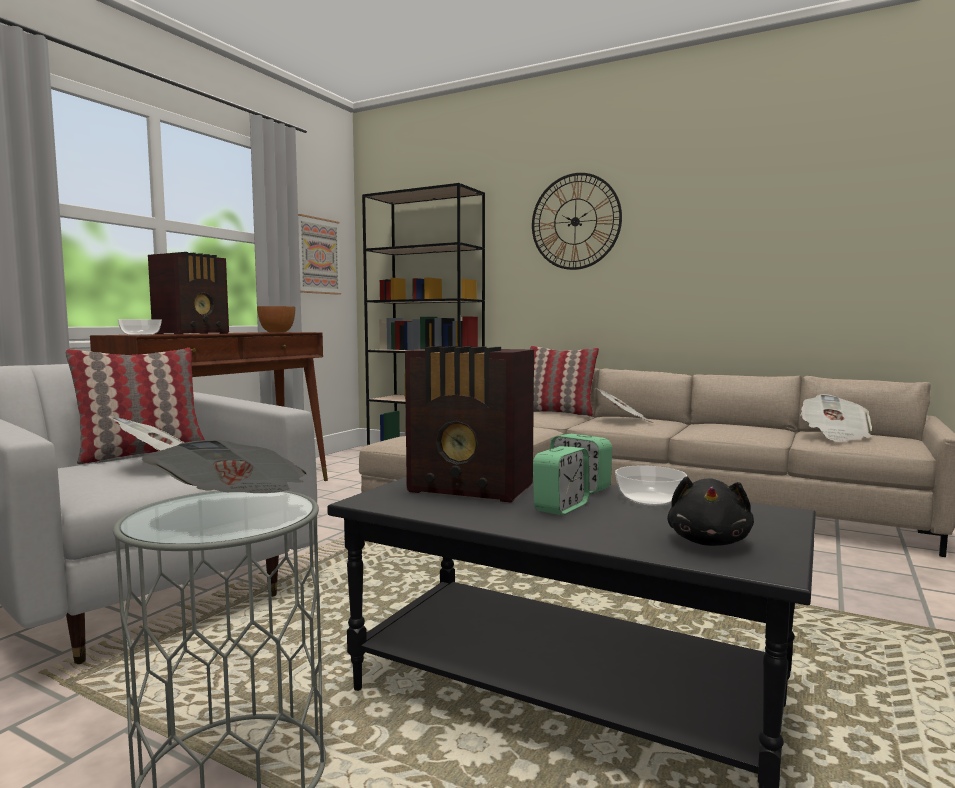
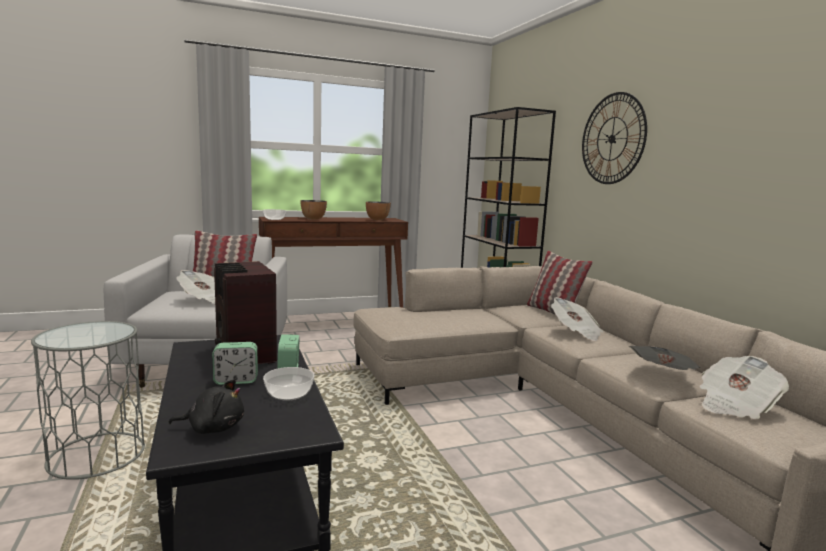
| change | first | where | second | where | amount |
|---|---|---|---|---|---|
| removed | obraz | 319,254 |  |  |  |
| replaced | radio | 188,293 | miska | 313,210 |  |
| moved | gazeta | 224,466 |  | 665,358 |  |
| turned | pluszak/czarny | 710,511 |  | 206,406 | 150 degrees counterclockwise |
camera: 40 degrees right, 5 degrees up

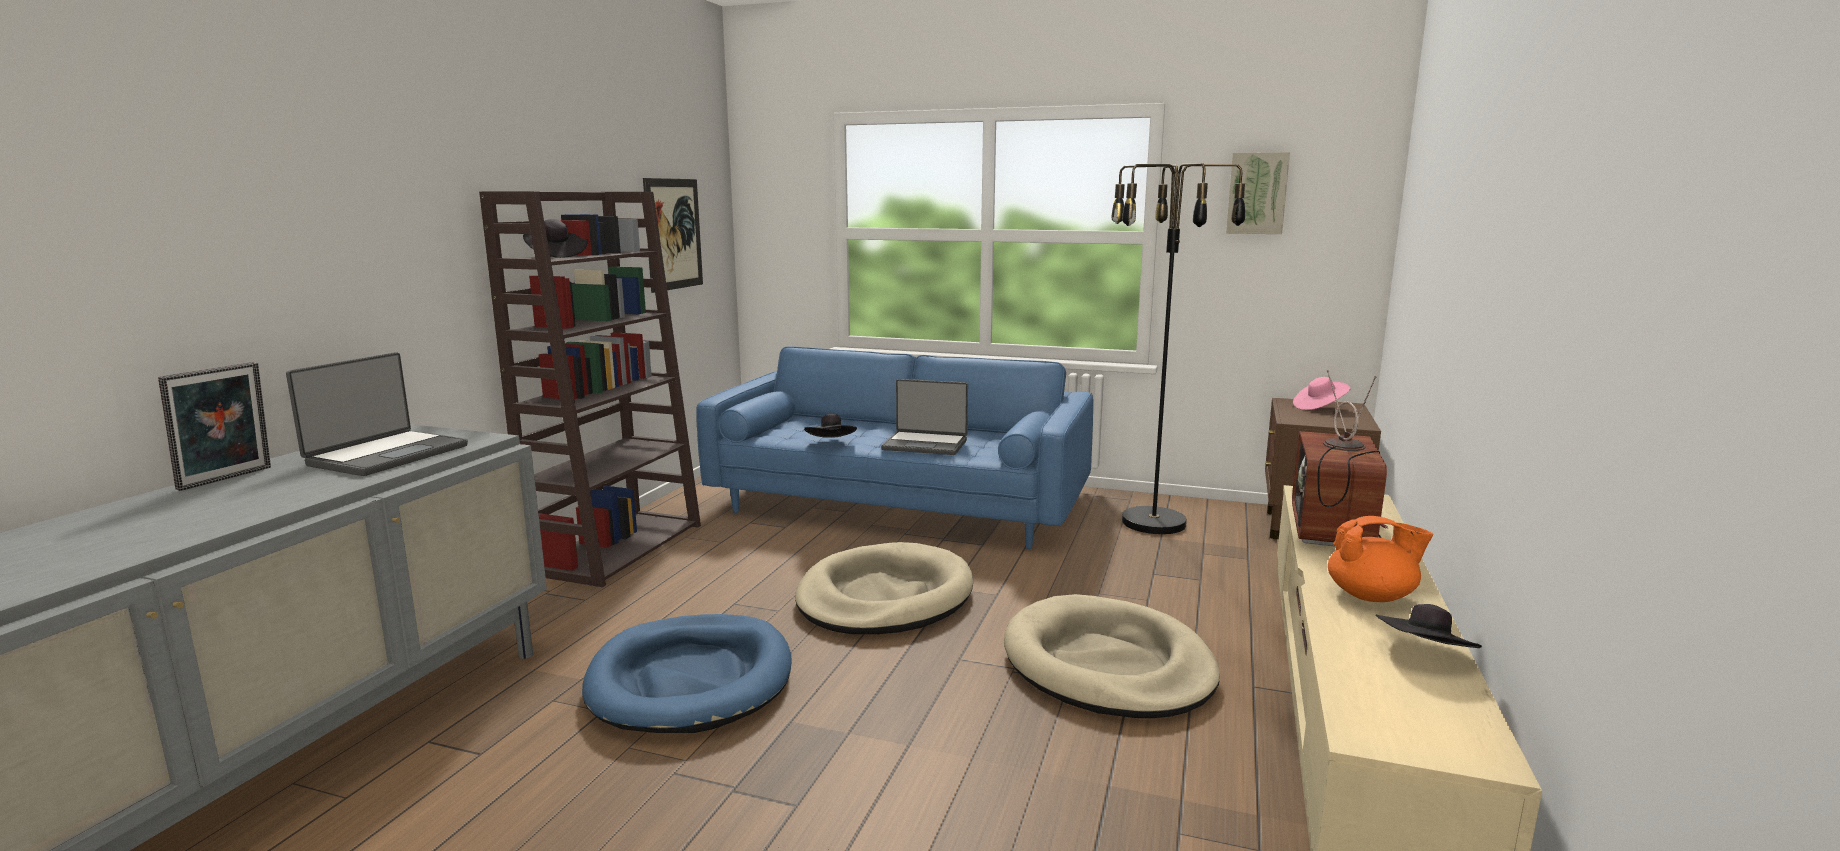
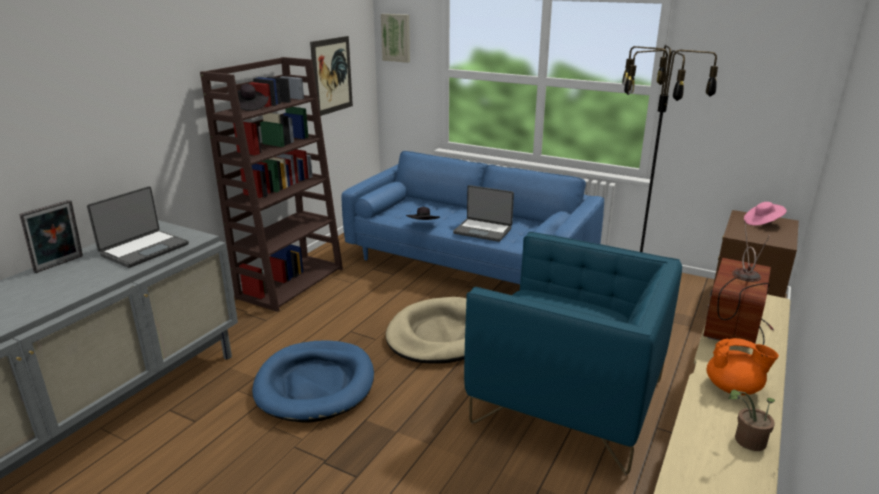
| change | first | where | second | where | amount |
|---|---|---|---|---|---|
| moved | obraz | 1258,193 |  | 395,38 |  |
| replaced | legowisko/beżowy | 1112,656 | fotel/niebieski | 573,353 |  |
| replaced | kapelusz/czarny | 1429,626 | roślina doniczkowa | 751,420 |  |
camera: 10 degrees right, 10 degrees up

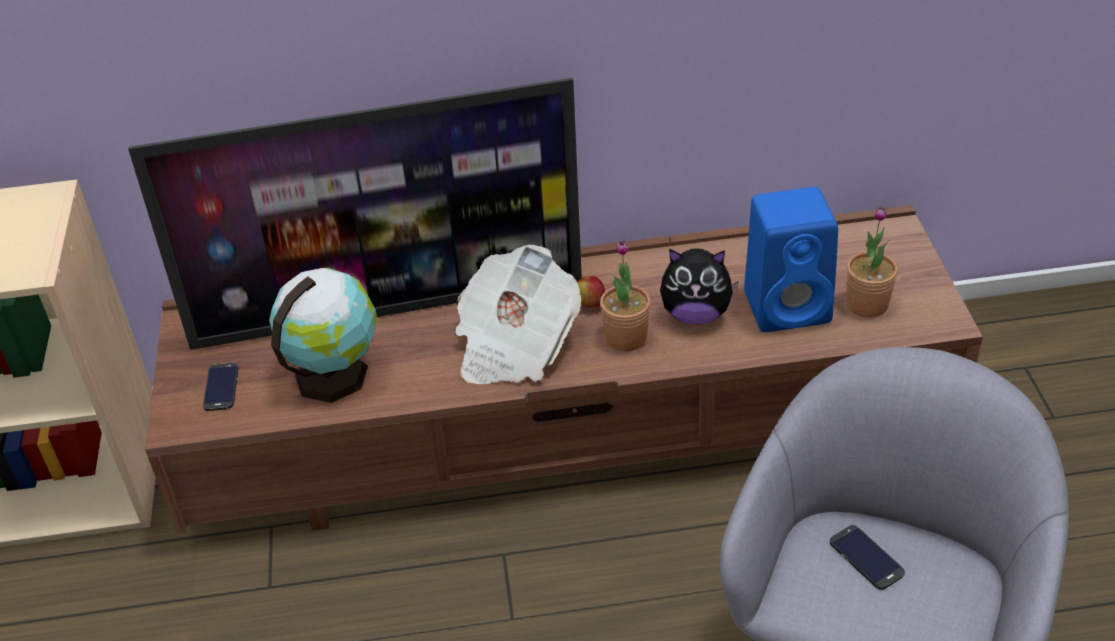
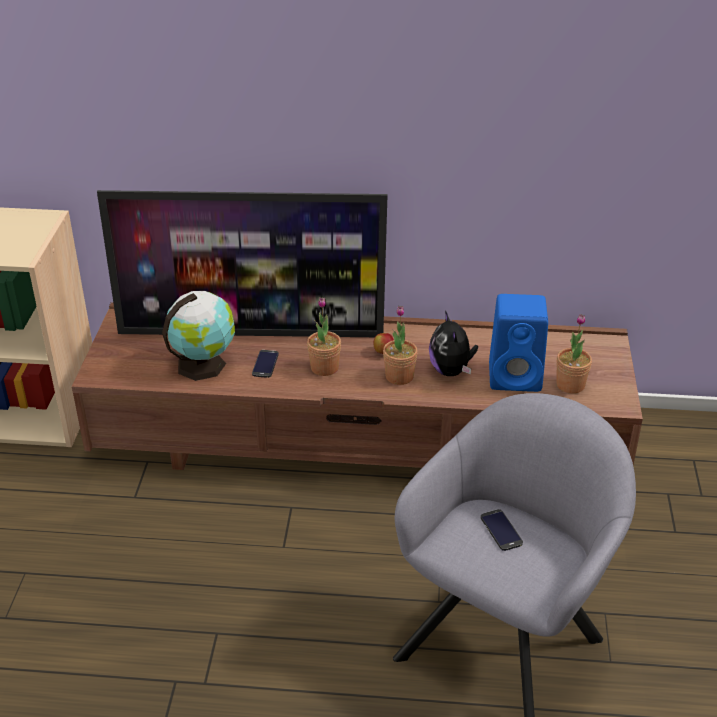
| change | first | where | second | where | amount |
|---|---|---|---|---|---|
| replaced | gazeta | 518,314 | roślina doniczkowa | 324,336 |  |
| turned | pluszak | 699,286 |  | 453,343 | 60 degrees clockwise |
| moved | telefon | 221,387 |  | 265,364 |  |
camera: 10 degrees right, 5 degrees down

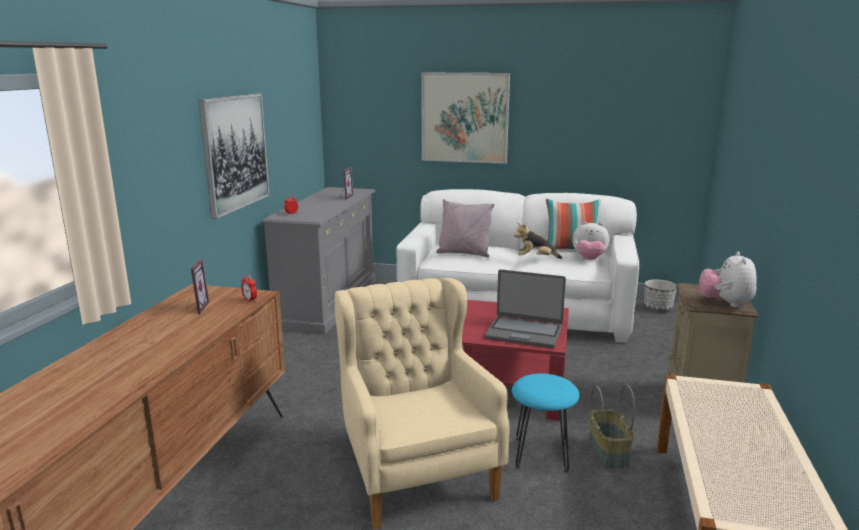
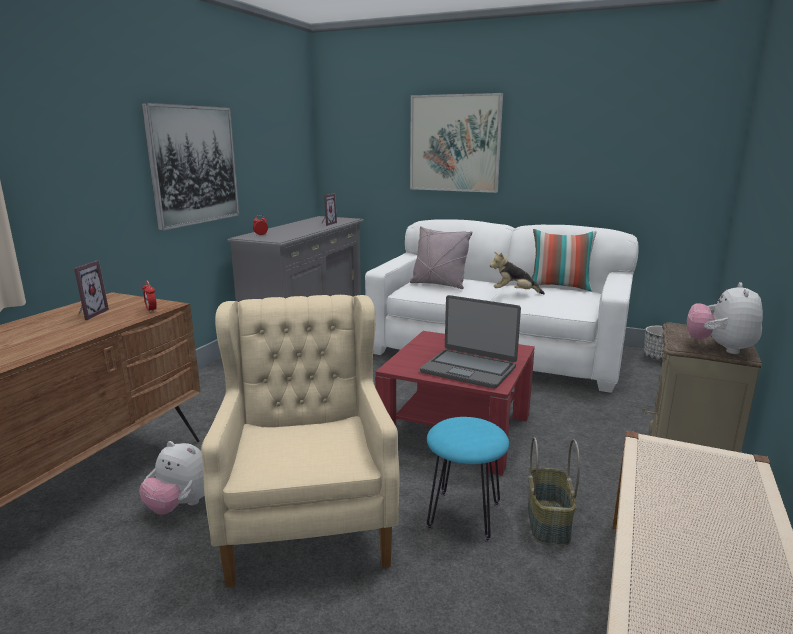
| change | first | where | second | where | amount |
|---|---|---|---|---|---|
| moved | pluszak | 591,240 |  | 172,478 |  |
camera: 10 degrees right, 0 degrees up

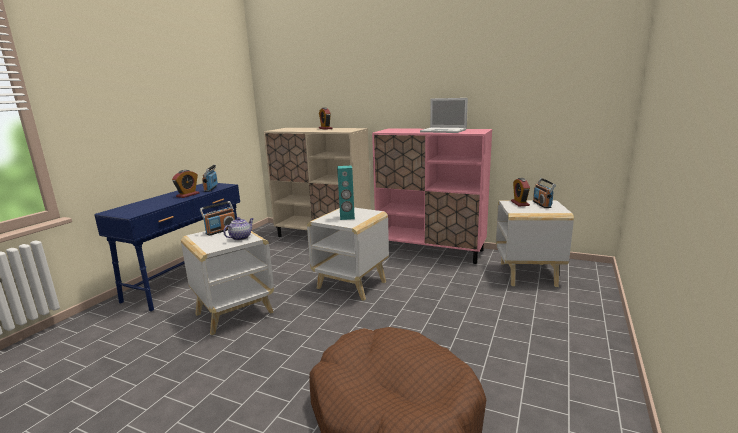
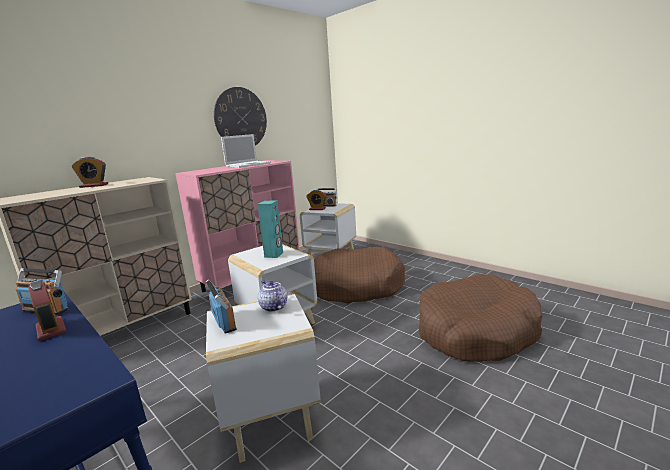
| change | first | where | second | where | amount |
|---|---|---|---|---|---|
| added |  |  | zegar ścienny | 240,116 |  |
| added |  |  | legowisko/brązowy | 359,275 |  |
camera: 70 degrees left, 0 degrees up

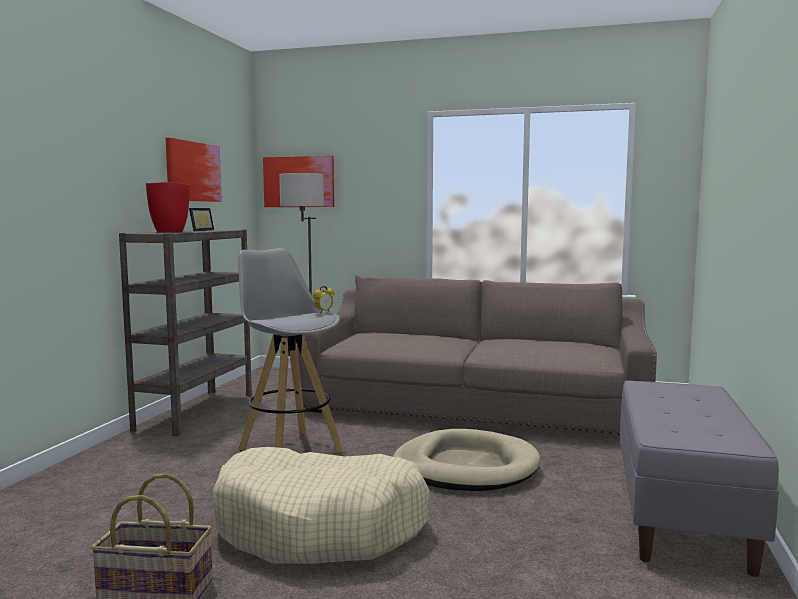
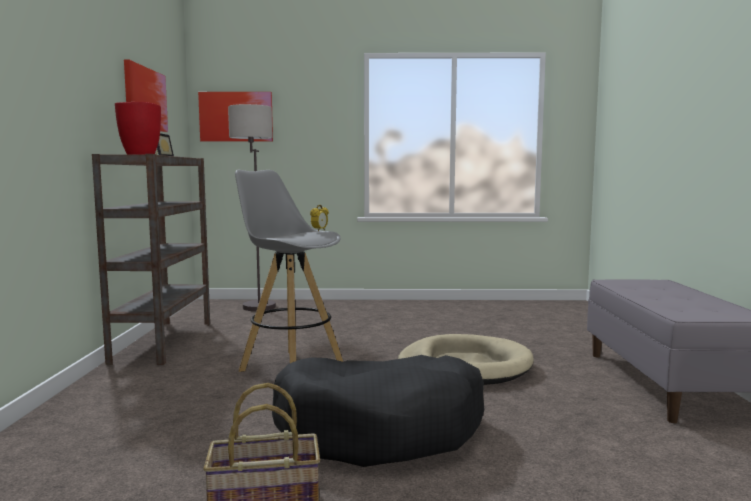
| change | first | where | second | where | amount |
|---|---|---|---|---|---|
| removed | kanapa/brązowy | 477,355 |  |  |  |
| recoloured | legowisko/beżowy | 321,505 | legowisko/czarny | 378,411 |  |
camera: 15 degrees left, 0 degrees up

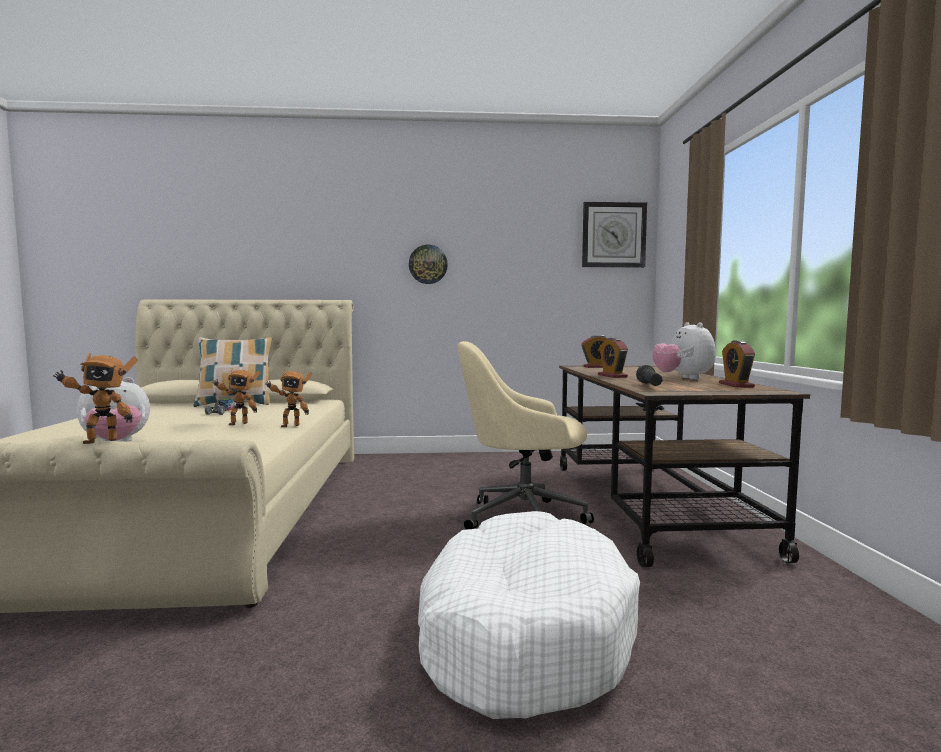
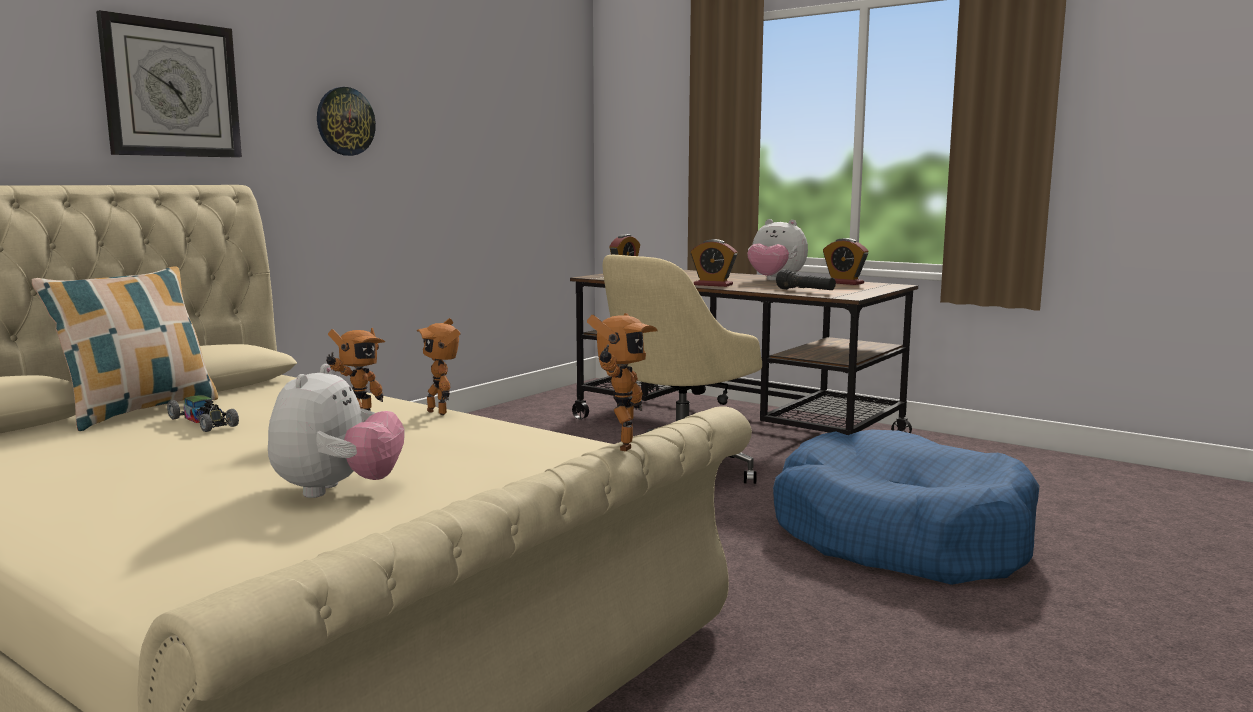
| change | first | where | second | where | amount |
|---|---|---|---|---|---|
| moved | zegar ścienny | 614,235 |  | 169,84 |  |
| turned | robot zabawkowy | 289,398 |  | 438,366 | 120 degrees clockwise |
| recoloured | legowisko/biały | 529,615 | legowisko/niebieski | 906,507 |  |
camera: 50 degrees left, 5 degrees up

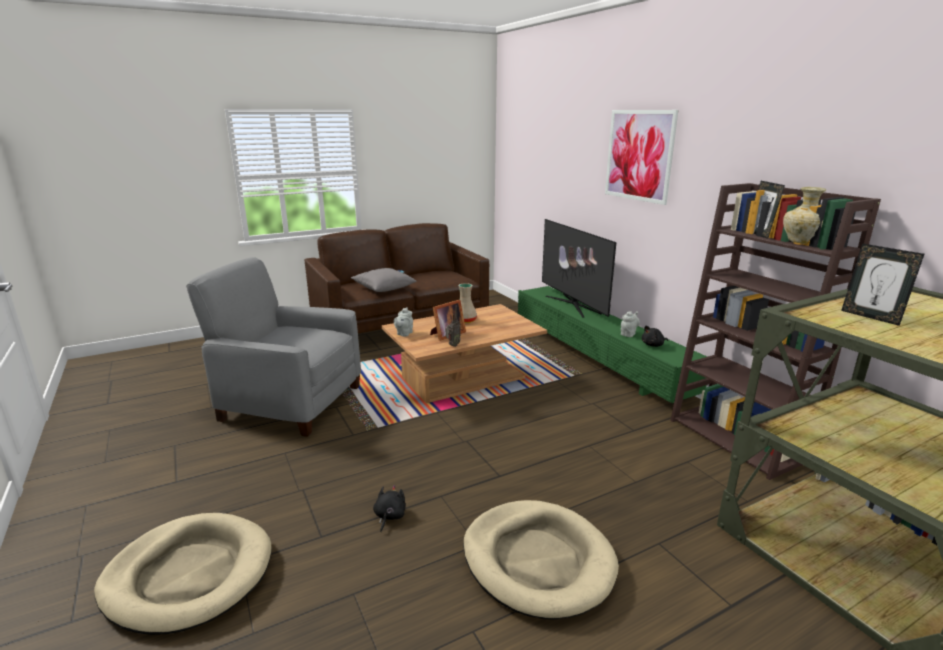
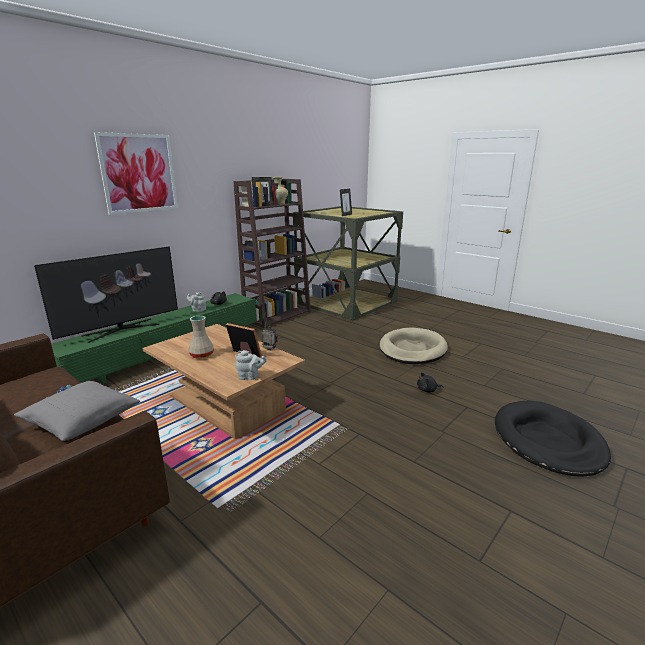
| change | first | where | second | where | amount |
|---|---|---|---|---|---|
| removed | fotel/szary | 274,347 |  |  |  |
| recoloured | legowisko/beżowy | 182,574 | legowisko/czarny | 553,438 |  |
camera: 110 degrees left, 0 degrees up

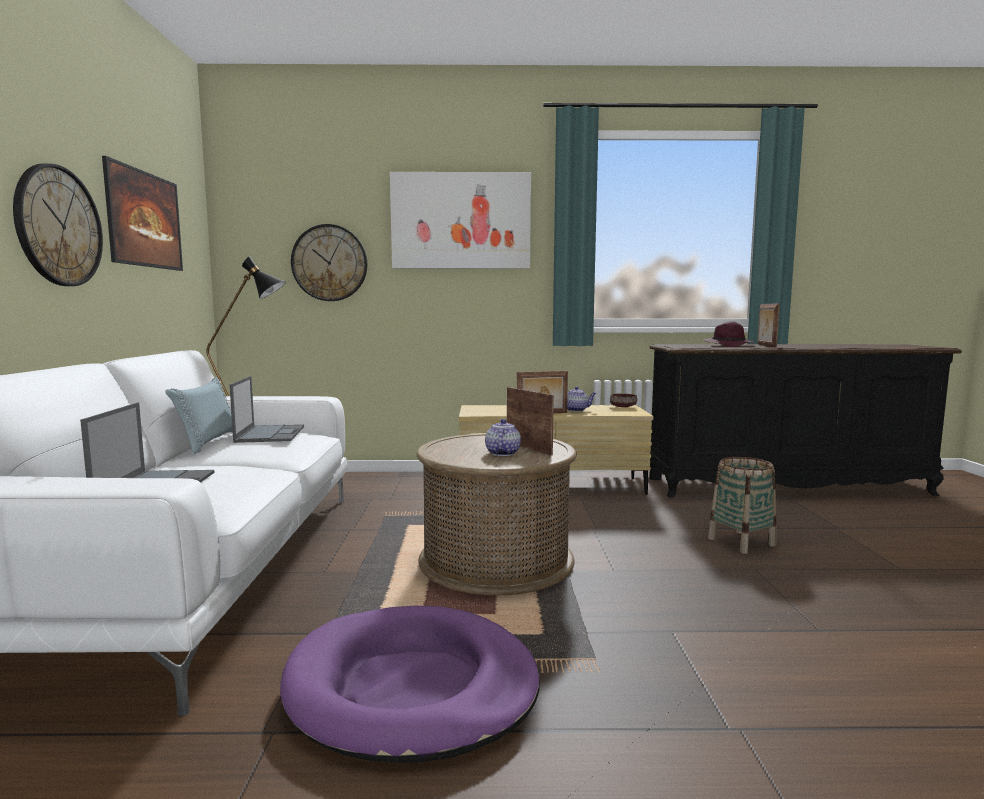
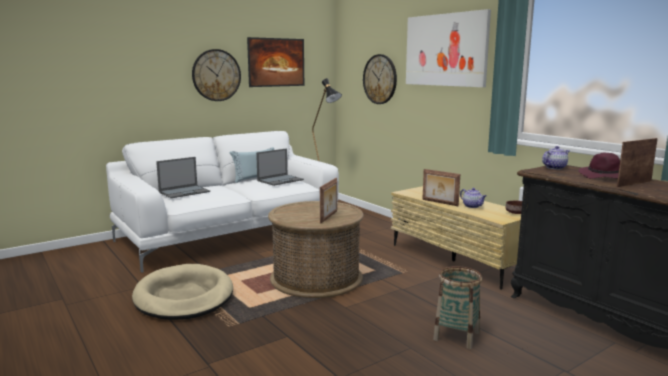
| change | first | where | second | where | amount |
|---|---|---|---|---|---|
| moved | imbryk | 503,437 |  | 556,157 |  |
| recoloured | legowisko/fioletowy | 410,684 | legowisko/beżowy | 182,292 |  |
camera: 55 degrees right, 5 degrees up

